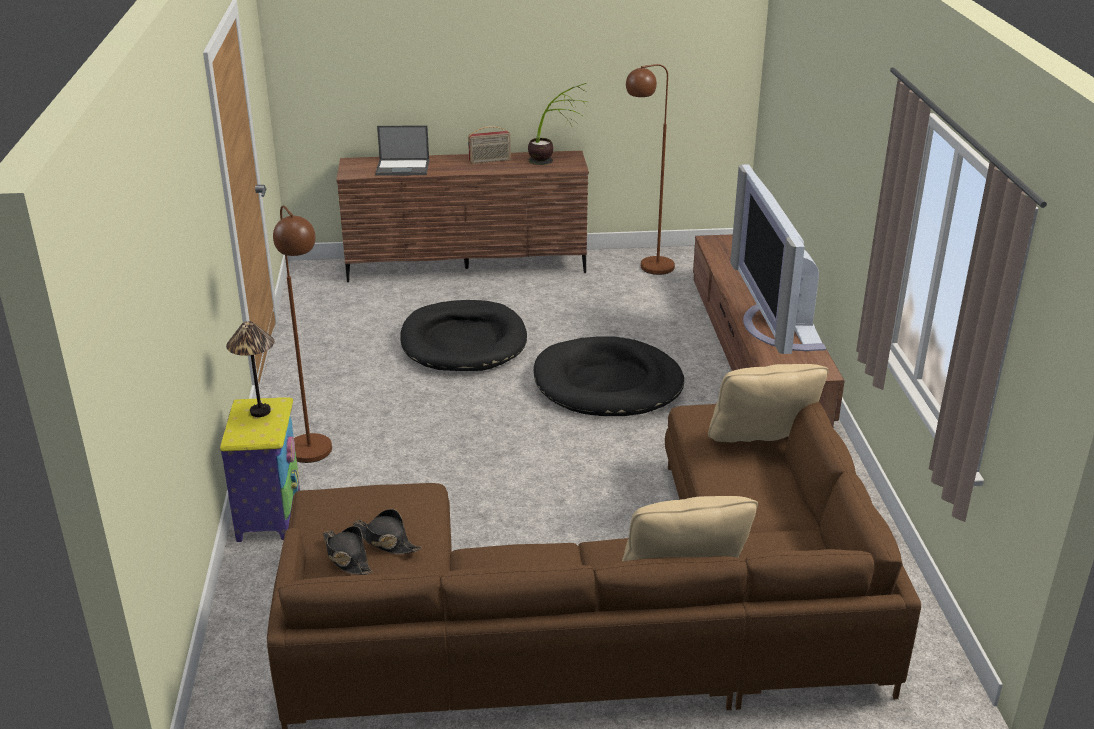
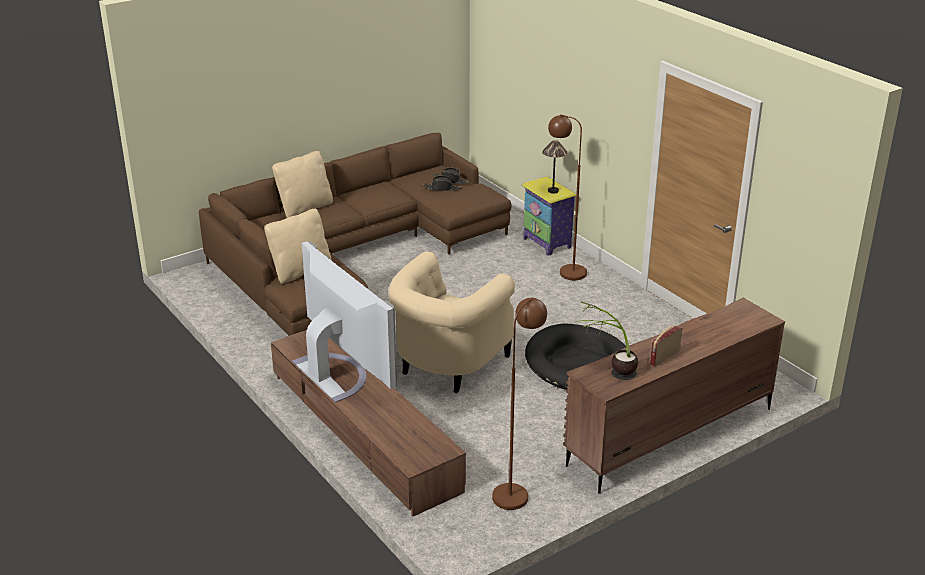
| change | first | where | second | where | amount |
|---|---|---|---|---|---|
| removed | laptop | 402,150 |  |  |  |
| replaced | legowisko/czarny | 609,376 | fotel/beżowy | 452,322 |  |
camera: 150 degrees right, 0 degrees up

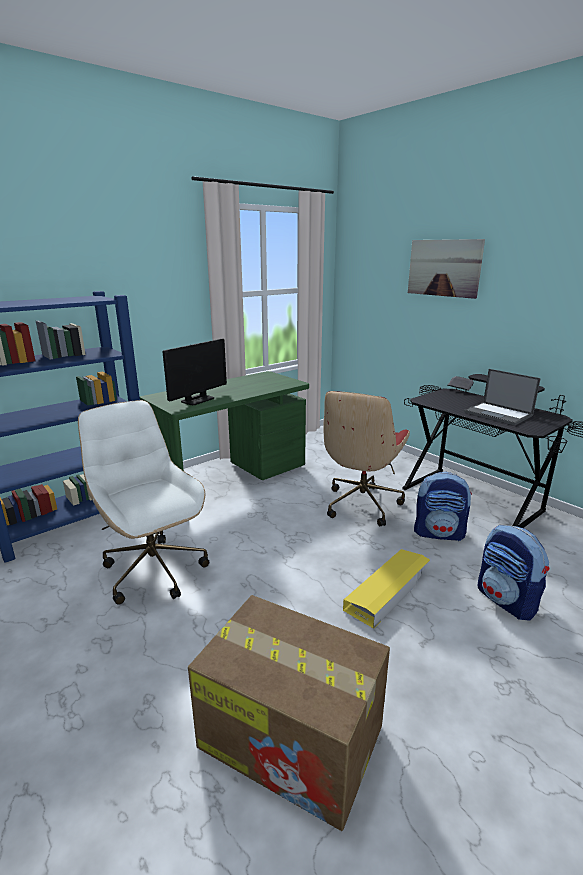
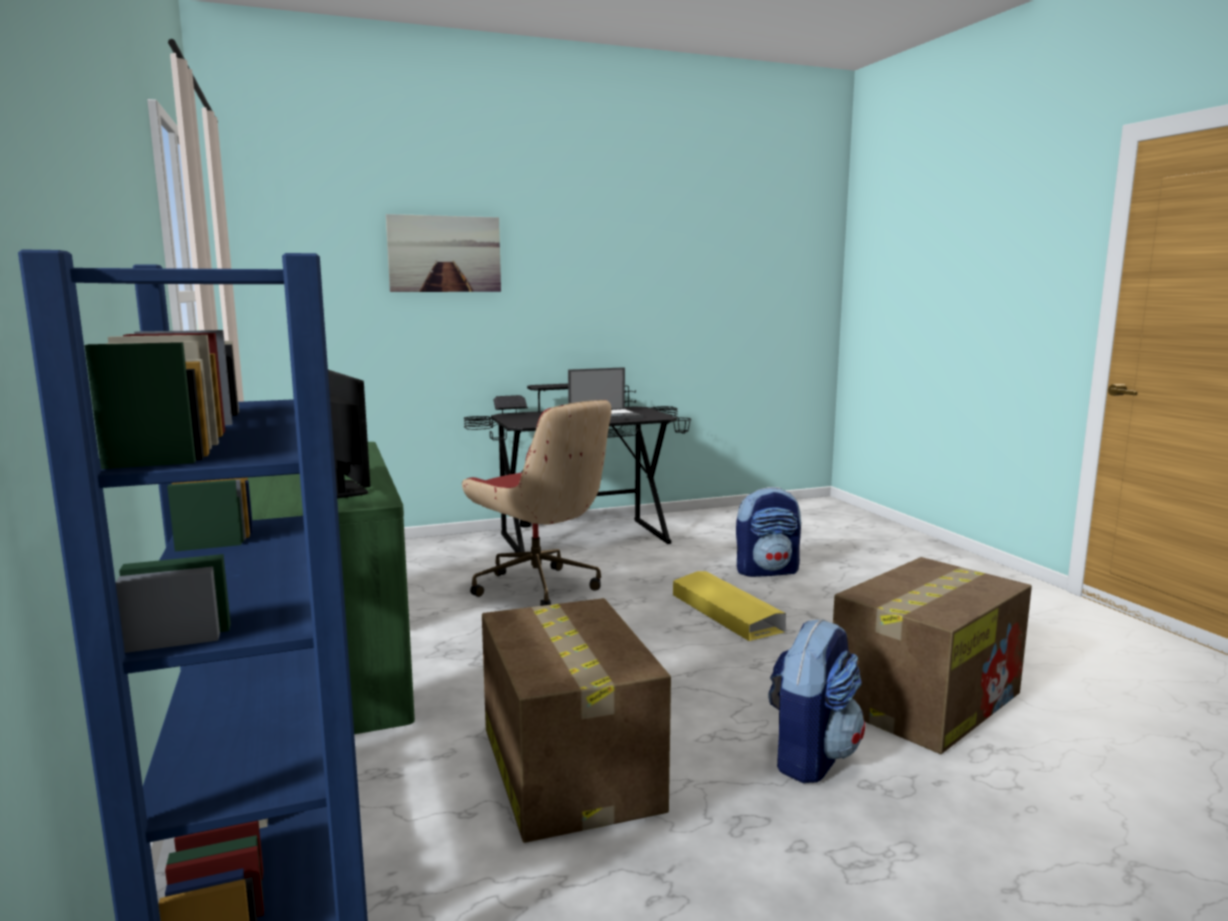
| change | first | where | second | where | amount |
|---|---|---|---|---|---|
| replaced | krzesło biurowe/biały | 143,502 | karton | 576,720 |  |
| moved | plecak | 443,506 |  | 816,700 |  |
camera: 70 degrees left, 10 degrees down

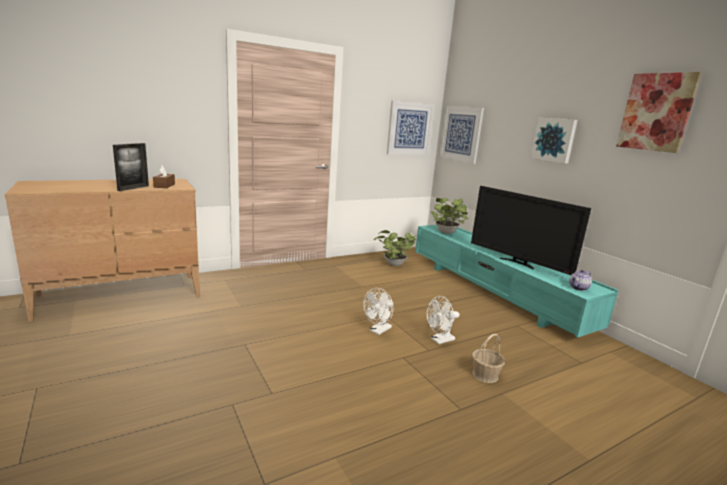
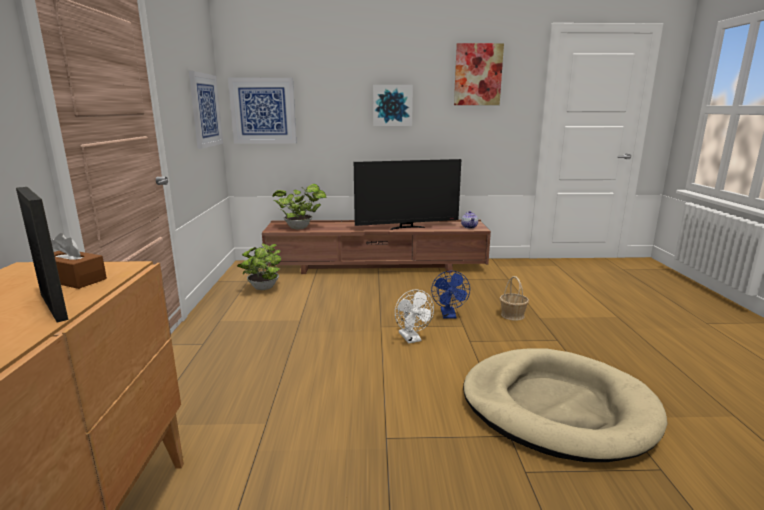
| change | first | where | second | where | amount |
|---|---|---|---|---|---|
| recoloured | szafka pod telewizor/turkusowy | 517,281 | szafka pod telewizor/brązowy | 376,246 |  |
| recoloured | wentylator/biały | 443,320 | wentylator/niebieski | 450,295 |  |
| added |  |  | legowisko/beżowy | 565,405 |  |
camera: 60 degrees left, 0 degrees up

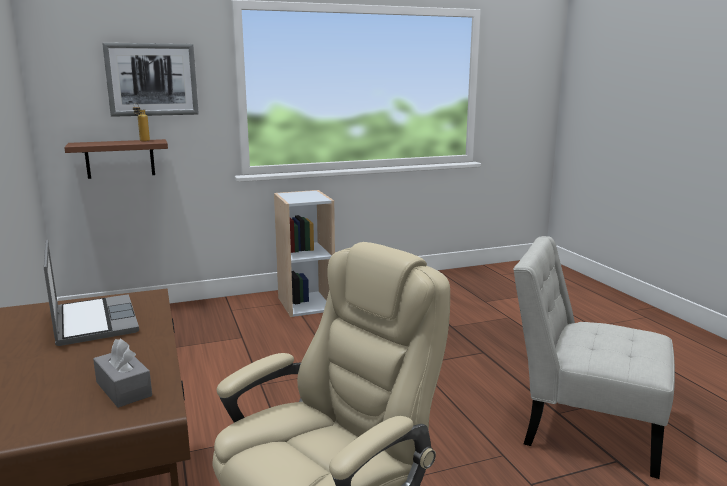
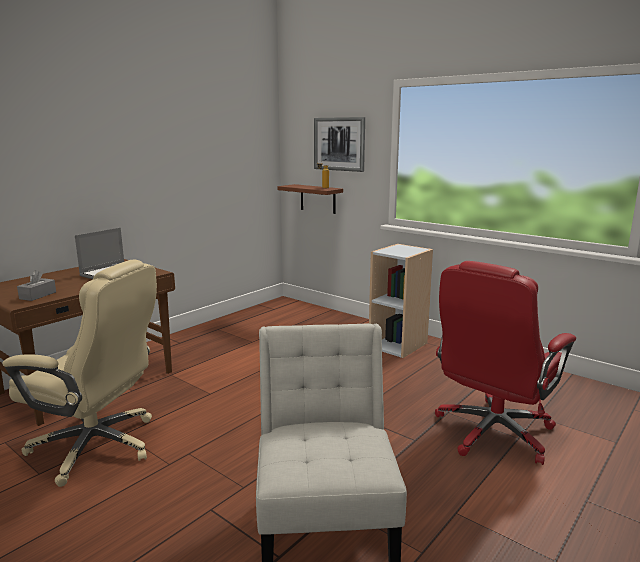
| change | first | where | second | where | amount |
|---|---|---|---|---|---|
| added |  |  | krzesło biurowe/czerwony | 505,363 |  |
camera: 60 degrees right, 0 degrees up

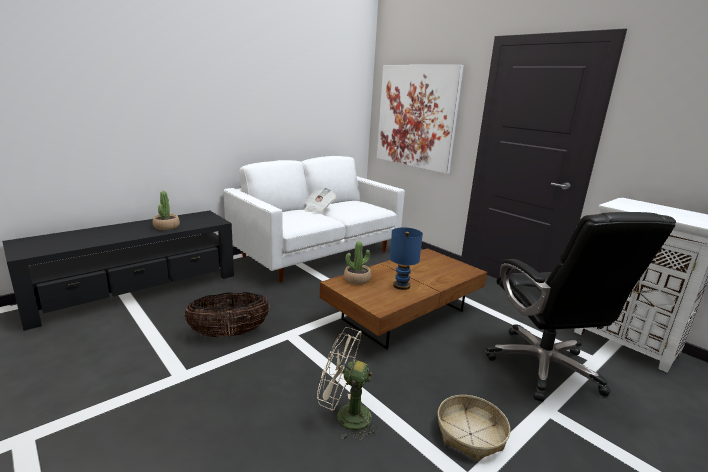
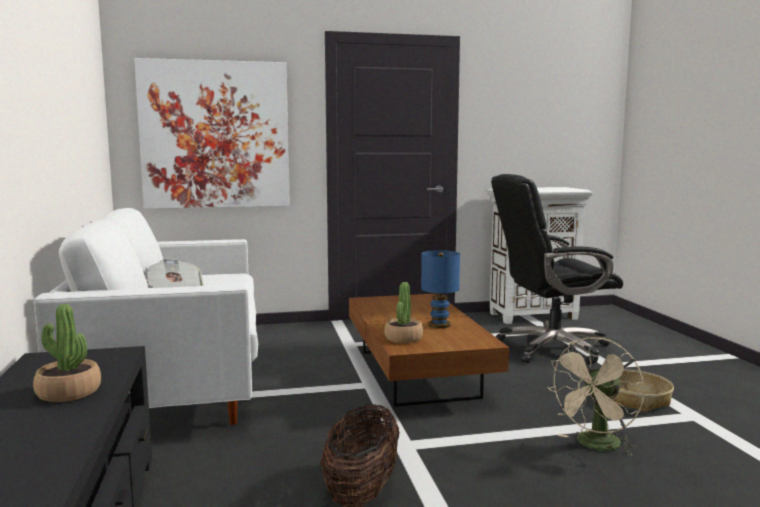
| change | first | where | second | where | amount |
|---|---|---|---|---|---|
| turned | krzesło biurowe/czarny | 581,307 |  | 557,269 | 150 degrees clockwise |
camera: 60 degrees left, 10 degrees down

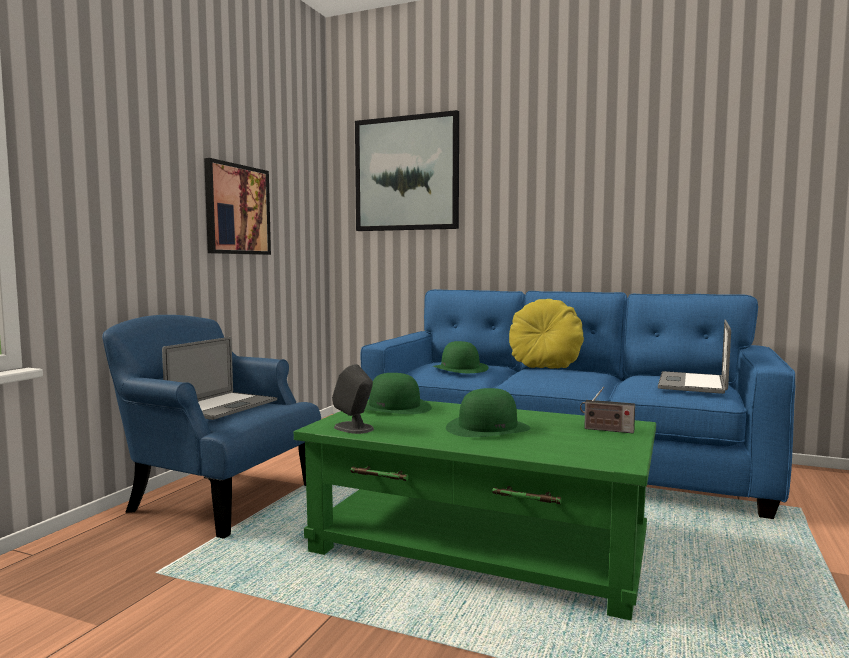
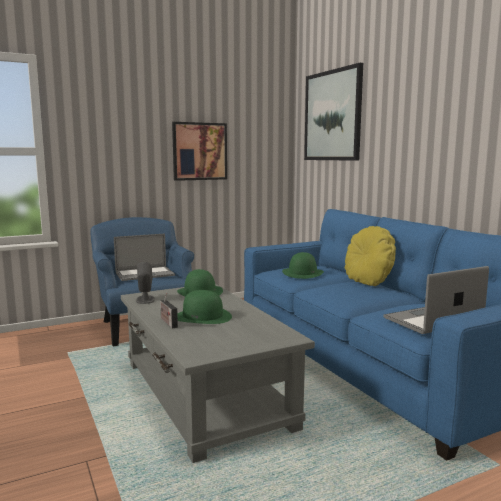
| change | first | where | second | where | amount |
|---|---|---|---|---|---|
| moved | radio | 607,410 |  | 169,310 |  |
| recoloured | ława/zielony | 475,509 | ława/szary | 218,373 |  |
camera: 40 degrees right, 5 degrees up

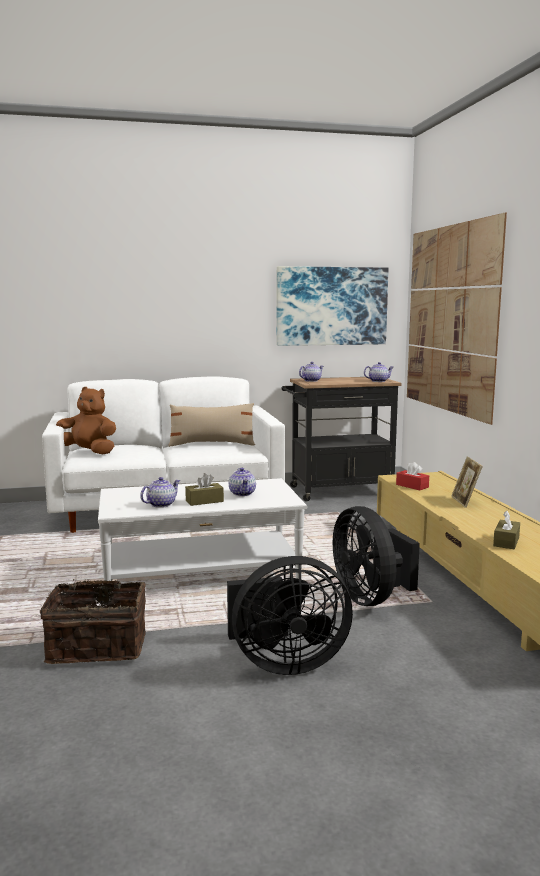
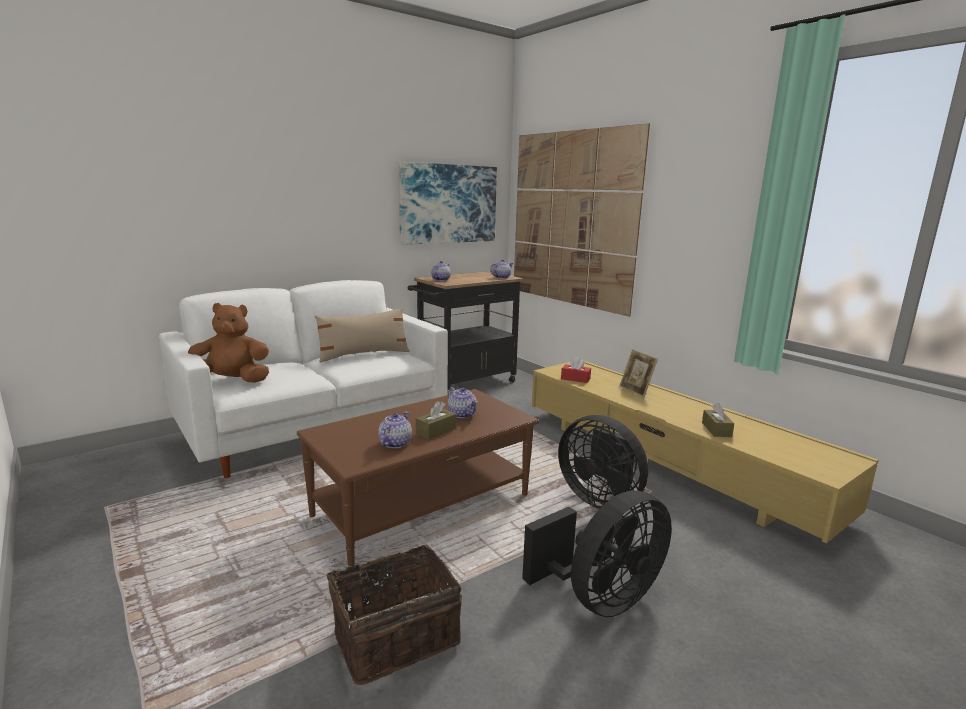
| change | first | where | second | where | amount |
|---|---|---|---|---|---|
| recoloured | ława/biały | 202,529 | ława/brązowy | 418,477 |  |
camera: 25 degrees left, 5 degrees up

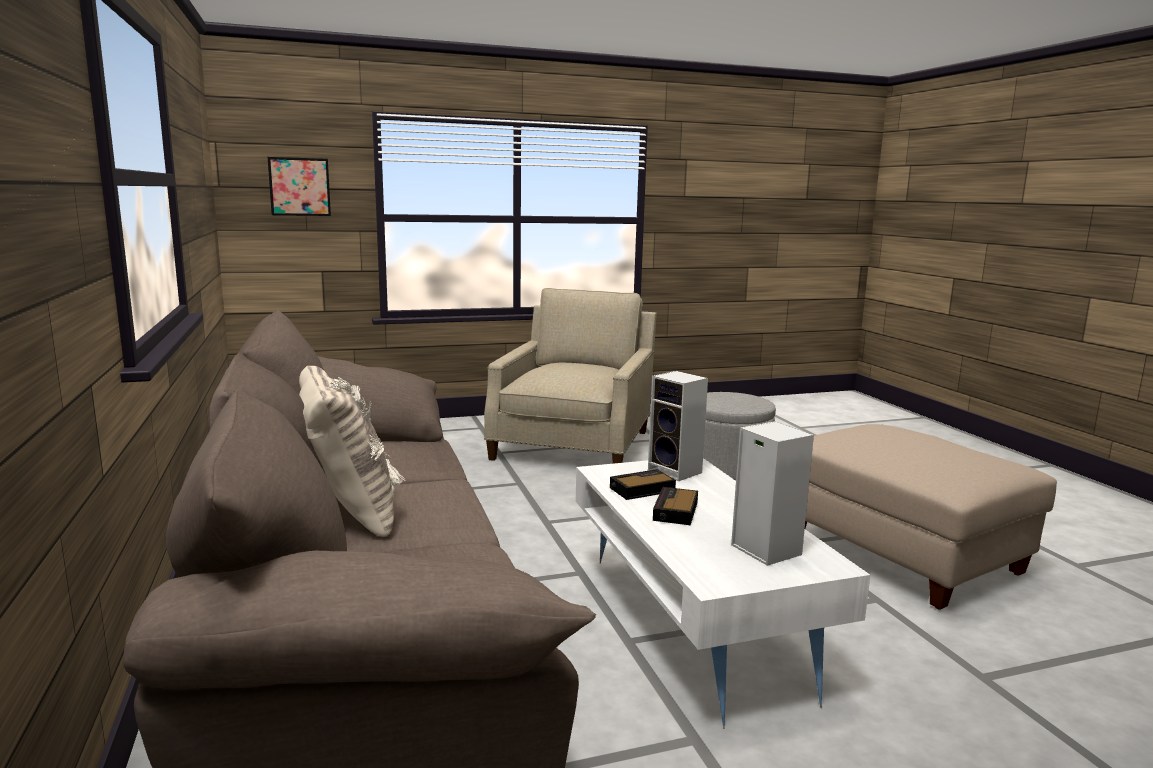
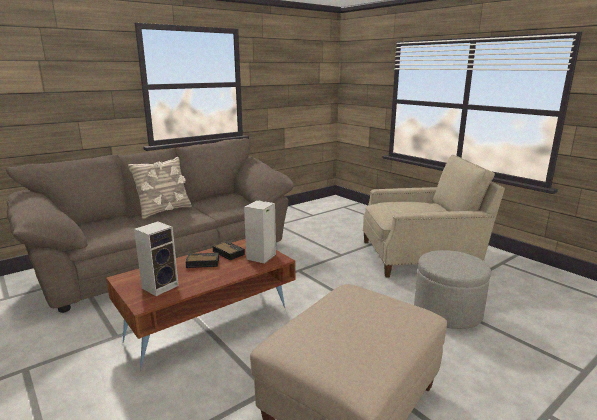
| change | first | where | second | where | amount |
|---|---|---|---|---|---|
| removed | obraz | 299,186 |  |  |  |
| recoloured | ława/biały | 723,593 | ława/brązowy | 201,304 |  |
camera: 70 degrees right, 5 degrees up

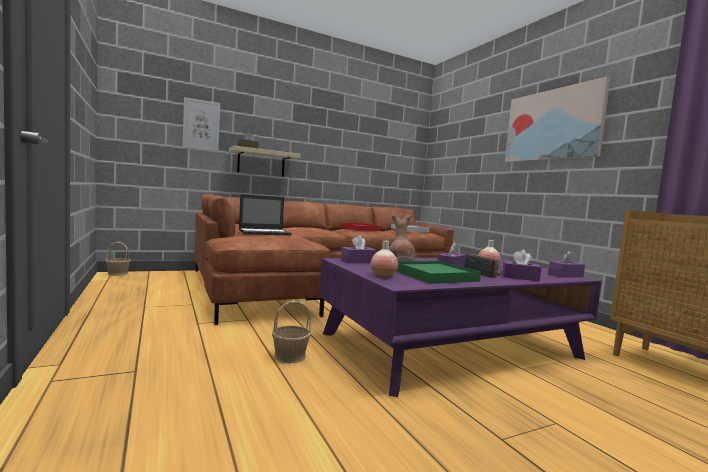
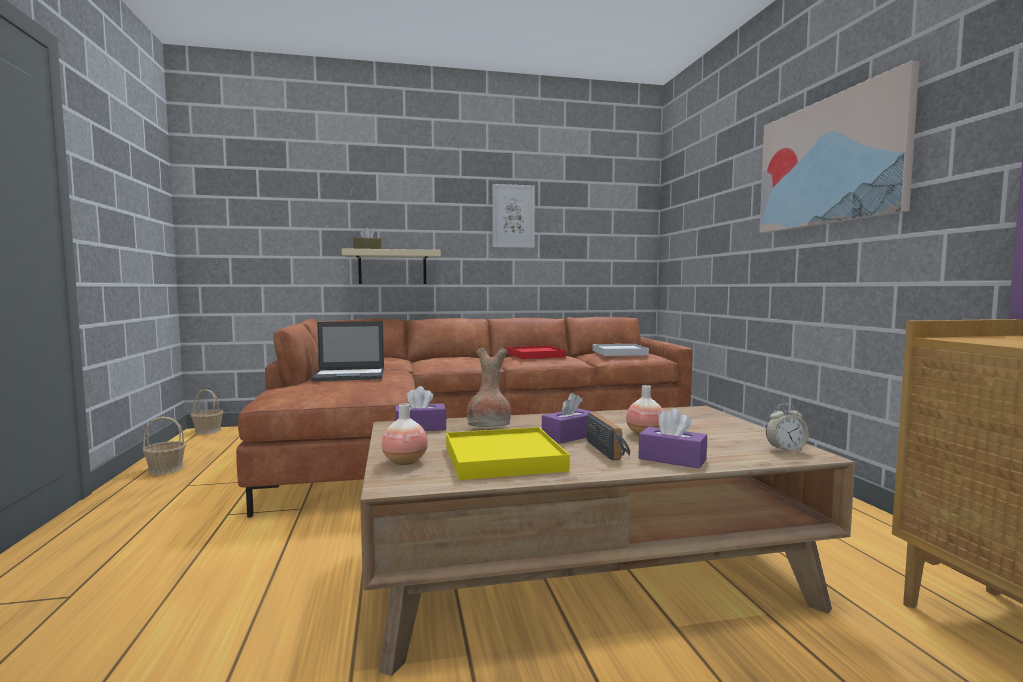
| change | first | where | second | where | amount |
|---|---|---|---|---|---|
| moved | obraz | 201,124 |  | 513,216 |  |
| replaced | pudełko chusteczek/fioletowy | 566,264 | budzik | 787,428 |  |
| recoloured | ława/fioletowy | 460,327 | ława/brązowy | 607,541 |  |
| recoloured | taca/zielony | 438,272 | taca/żółty | 508,453 |  |
| moved | koszyk | 291,332 |  | 164,446 |  |
camera: 15 degrees right, 0 degrees up

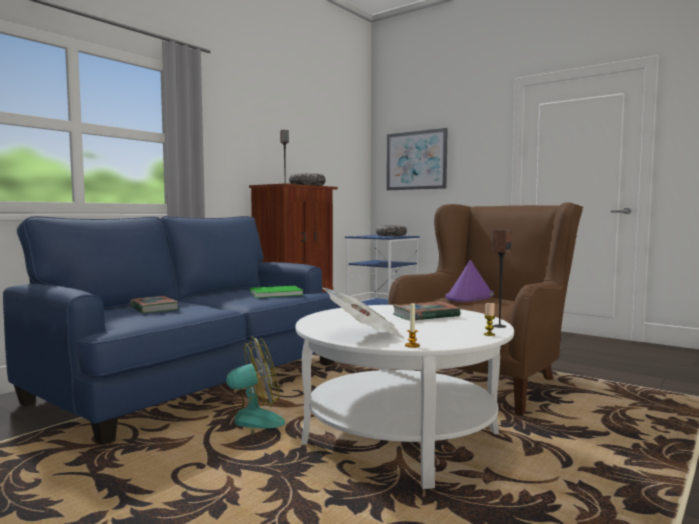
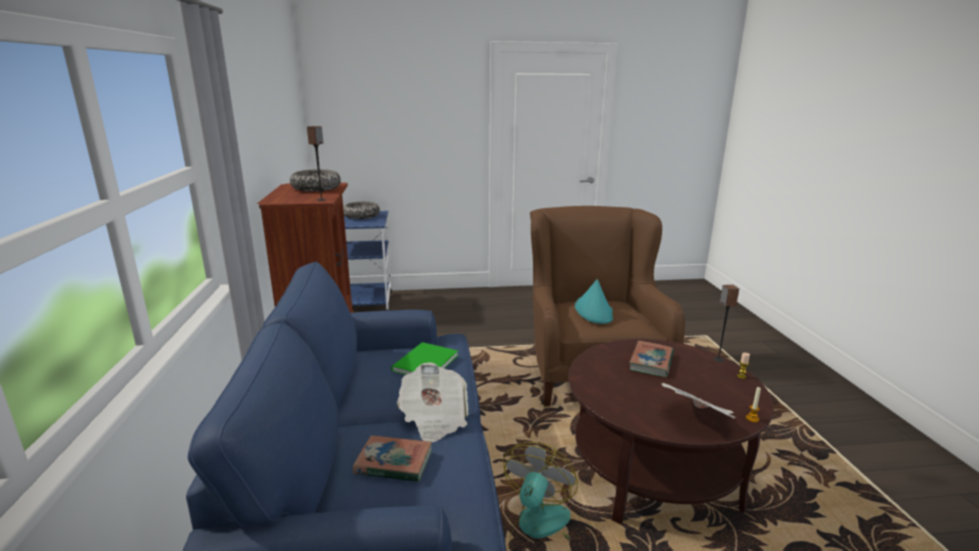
| change | first | where | second | where | amount |
|---|---|---|---|---|---|
| removed | obraz | 417,159 |  |  |  |
| recoloured | kapelusz/fioletowy | 469,281 | kapelusz/turkusowy | 594,301 |  |
| recoloured | ława/biały | 405,397 | ława/brązowy | 671,432 |  |
| added |  |  | gazeta | 432,402 |  |
camera: 45 degrees left, 15 degrees up

